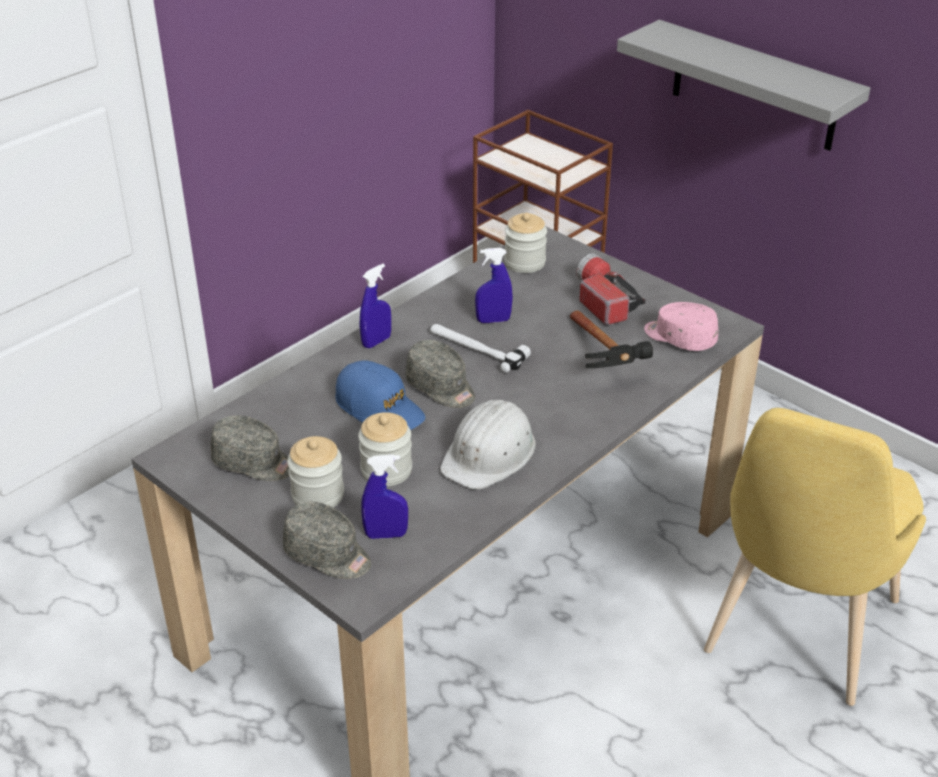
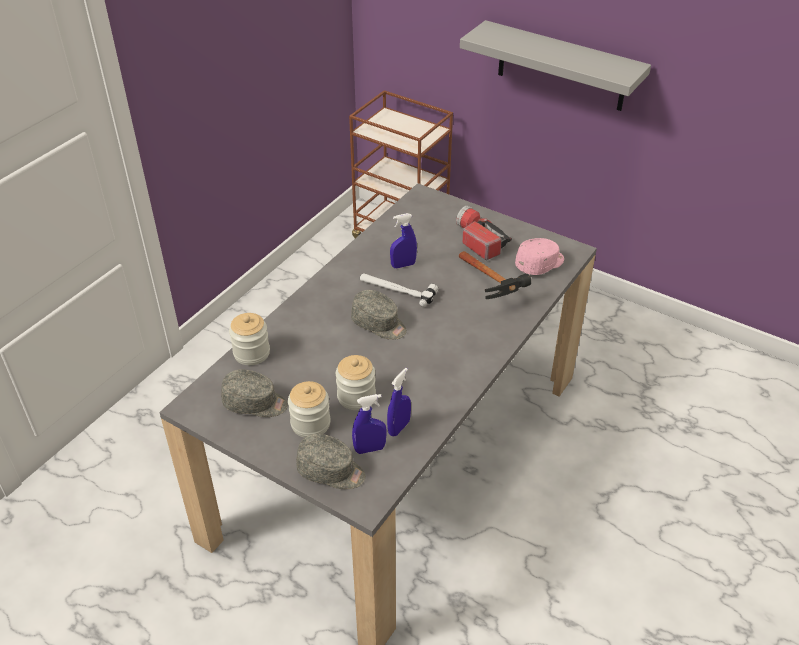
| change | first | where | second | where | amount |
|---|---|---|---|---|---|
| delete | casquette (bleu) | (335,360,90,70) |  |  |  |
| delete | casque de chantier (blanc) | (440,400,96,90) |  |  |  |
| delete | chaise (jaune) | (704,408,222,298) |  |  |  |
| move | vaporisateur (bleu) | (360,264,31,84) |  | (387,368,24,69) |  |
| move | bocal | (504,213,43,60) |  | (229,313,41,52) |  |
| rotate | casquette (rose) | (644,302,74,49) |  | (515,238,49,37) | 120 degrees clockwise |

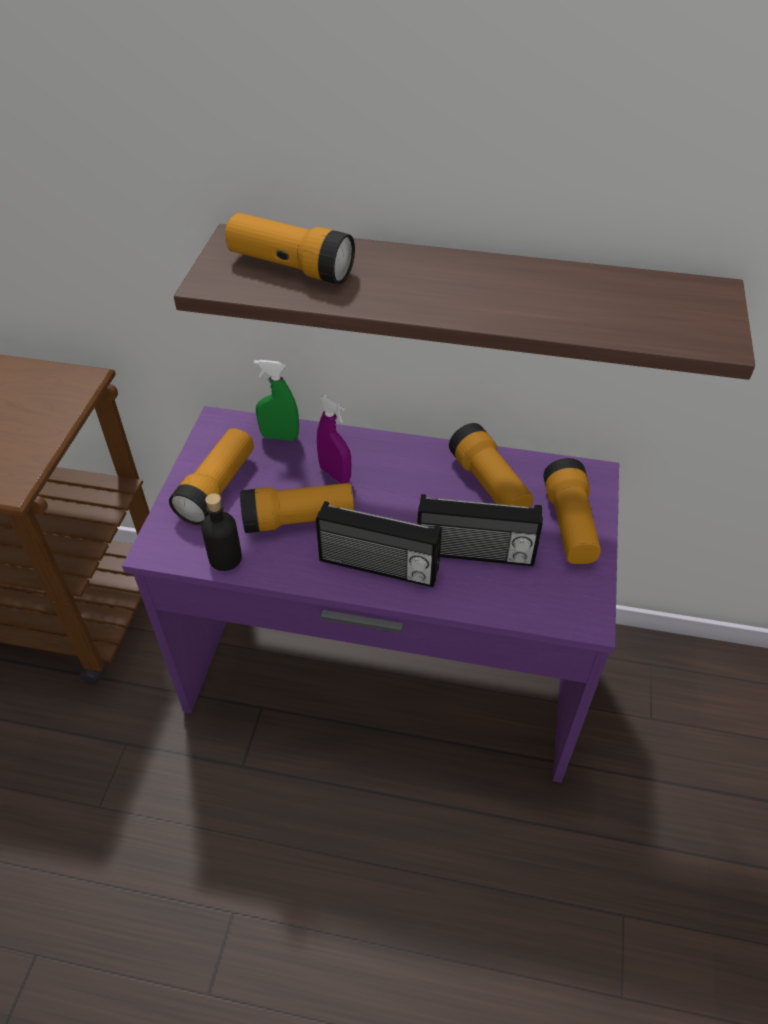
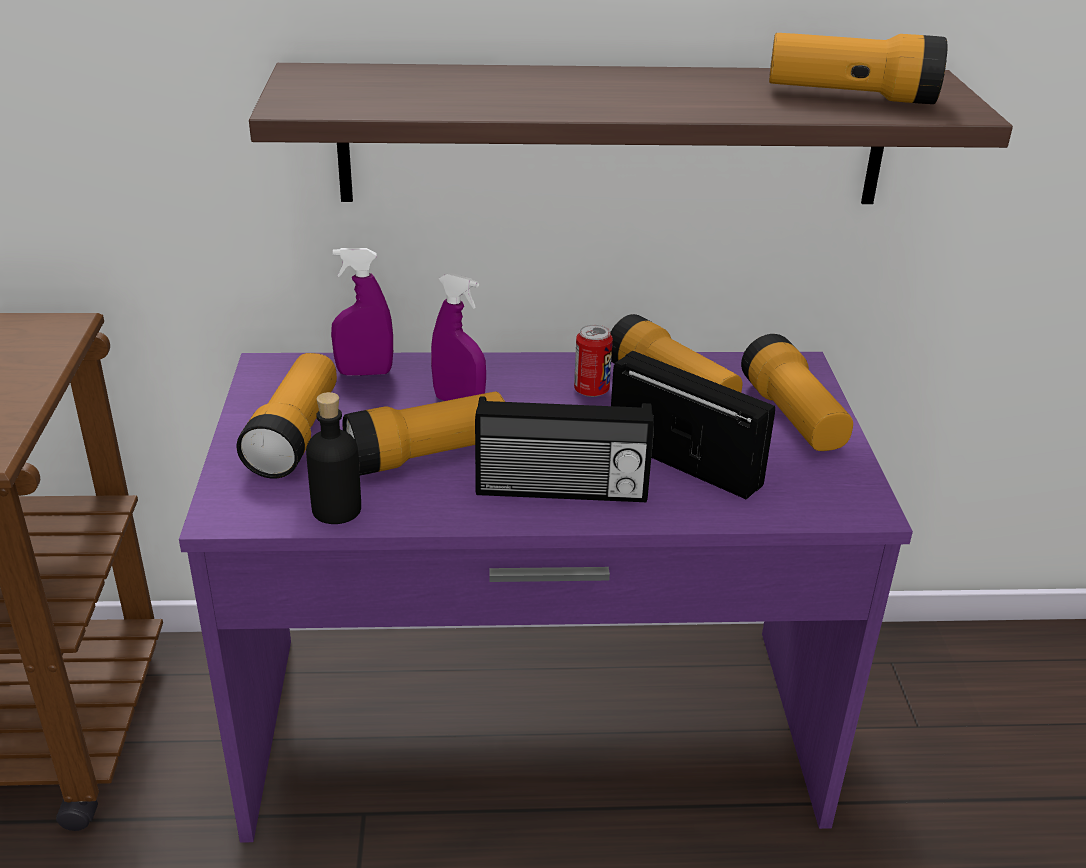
| change | first | where | second | where | amount |
|---|---|---|---|---|---|
| insert |  |  | boîte métallique | (574,325,39,72) |  |
| move | lampe de poche | (225,213,130,71) |  | (769,33,178,71) |  |
| recolor | vaporisateur (vert) | (254,360,45,81) | vaporisateur (violet) | (331,248,62,128) |  |
| rotate | radio | (417,494,126,72) |  | (611,350,164,150) | 135 degrees counterclockwise |

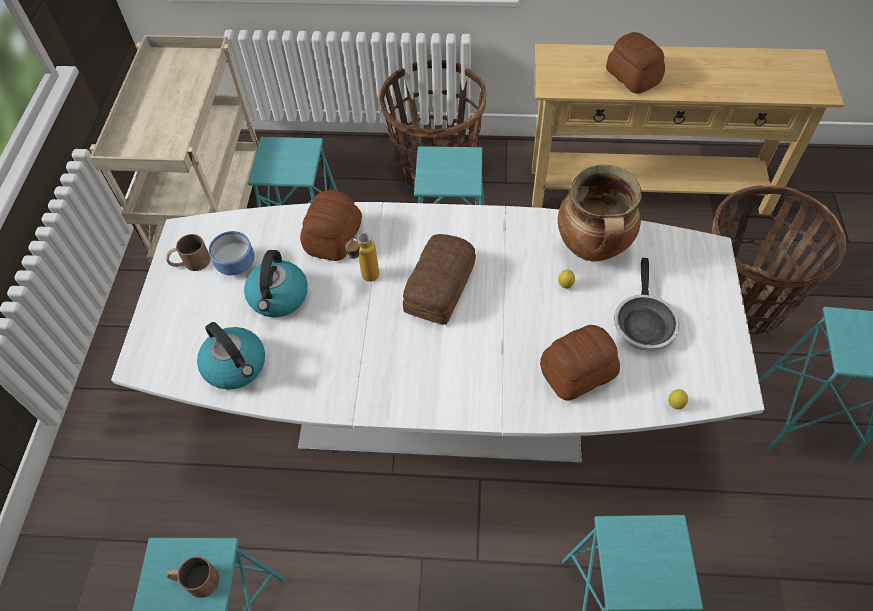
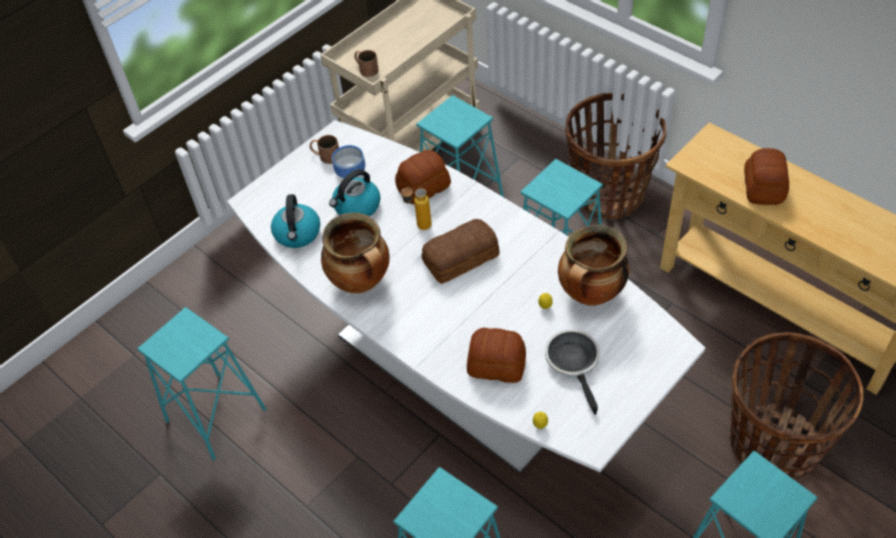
| change | first | where | second | where | amount |
|---|---|---|---|---|---|
| insert |  |  | marmite | (321,213,69,80) |  |
| move | mug (marron) | (166,556,53,42) |  | (354,50,25,27) |  |
| rotate | poêle | (614,258,66,92) |  | (545,329,55,86) | 120 degrees clockwise |

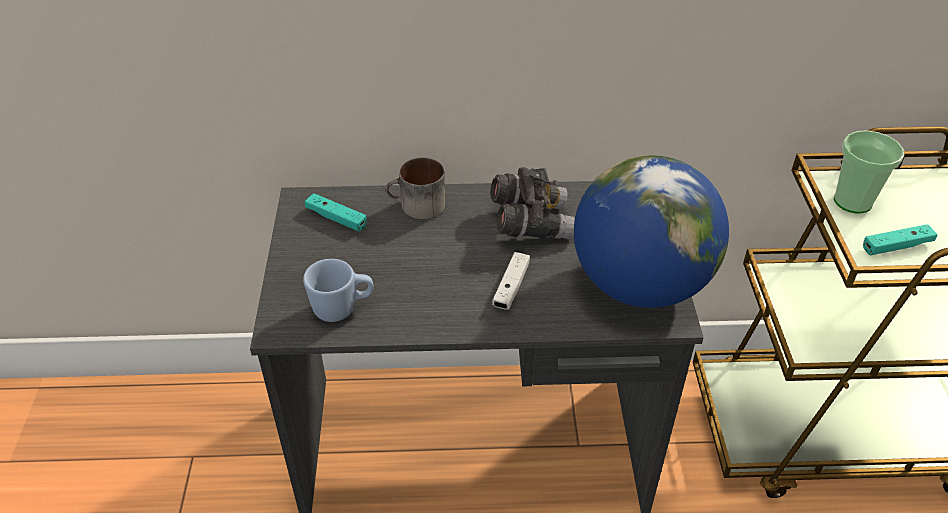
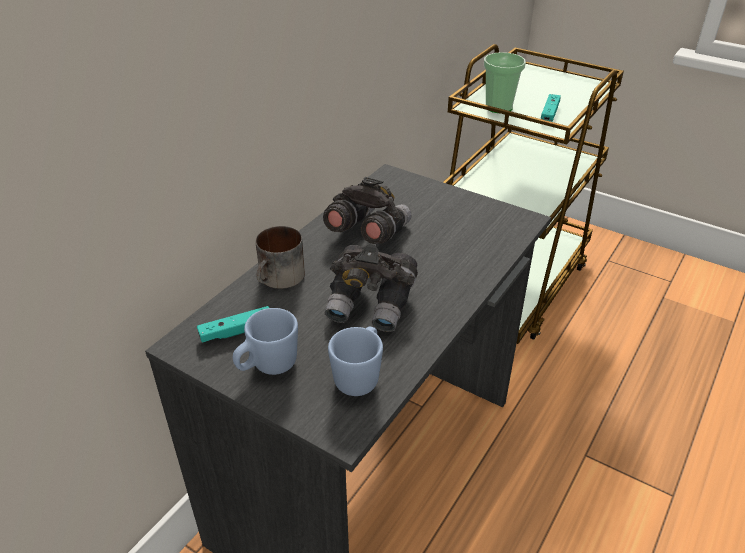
| change | first | where | second | where | amount |
|---|---|---|---|---|---|
| delete | manette (blanc) | (492,252,38,58) |  |  |  |
| delete | globe | (574,155,155,153) |  |  |  |
| insert |  |  | mug (bleu) | (233,308,65,67) |  |
| insert |  |  | jumelles (gris) | (325,244,93,88) |  |

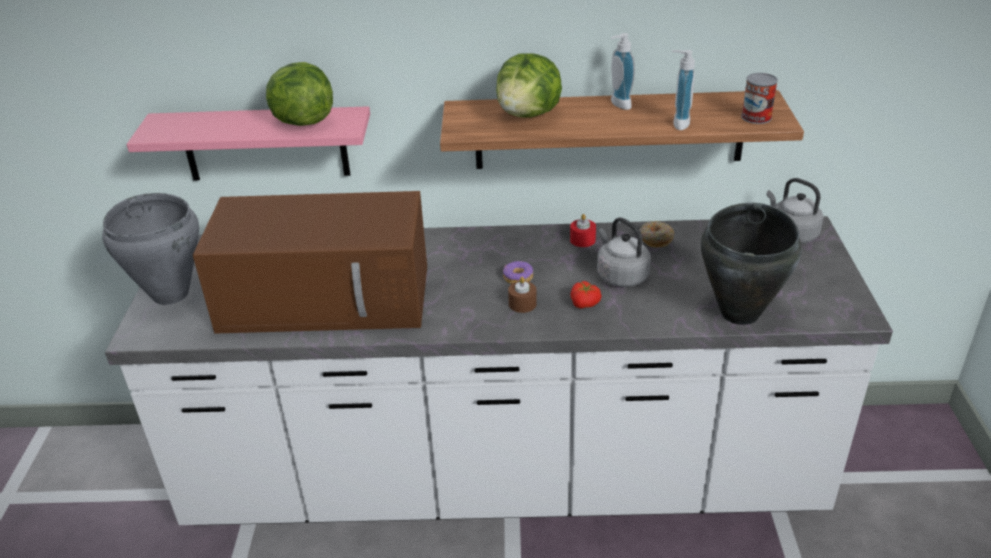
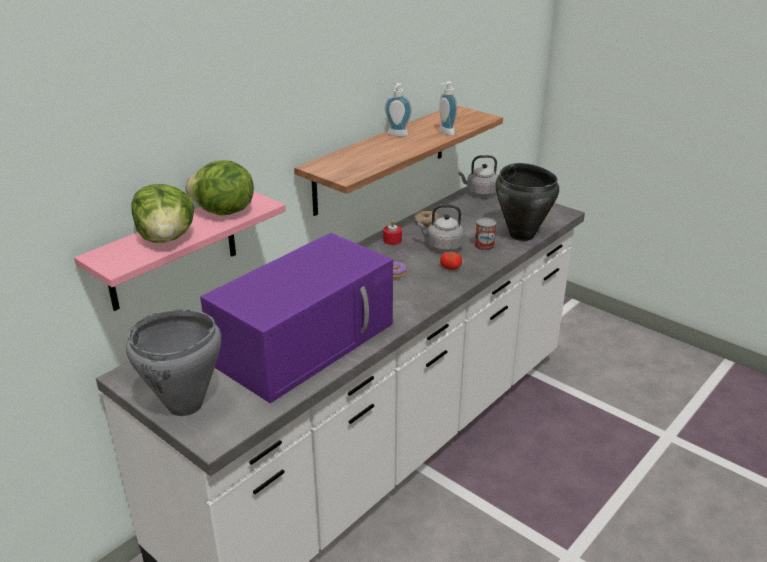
| change | first | where | second | where | amount |
|---|---|---|---|---|---|
| delete | bougie (marron) | (508,277,29,36) |  |  |  |
| move | laitue | (496,53,66,65) |  | (131,184,63,59) |  |
| move | boîte métallique | (741,73,37,51) |  | (475,217,21,34) |  |
| recolor | micro-ondes (marron) | (193,191,234,143) | micro-ondes (violet) | (200,233,193,170) |  |

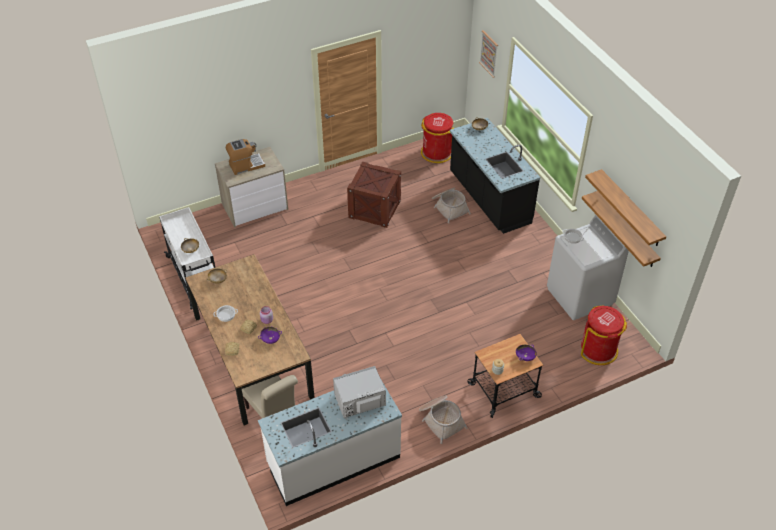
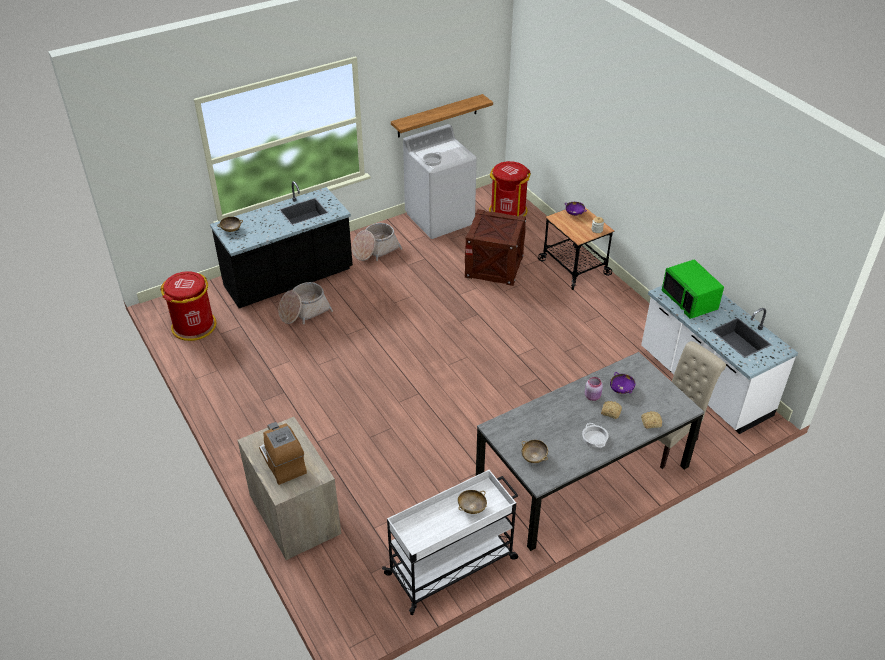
| change | first | where | second | where | amount |
|---|---|---|---|---|---|
| delete | tableau | (479,30,19,48) |  |  |  |
| delete | étagère | (585,169,81,77) |  |  |  |
| move | caisse | (347,162,54,66) |  | (465,209,61,77) |  |
| move | panier | (419,396,48,48) |  | (352,223,50,38) |  |
| recolor | table à manger (marron) | (185,254,130,172) | table à manger (gris) | (476,352,228,199) |  |
| recolor | micro-ondes (gris) | (333,366,53,52) | micro-ondes (vert) | (661,259,63,60) |  |

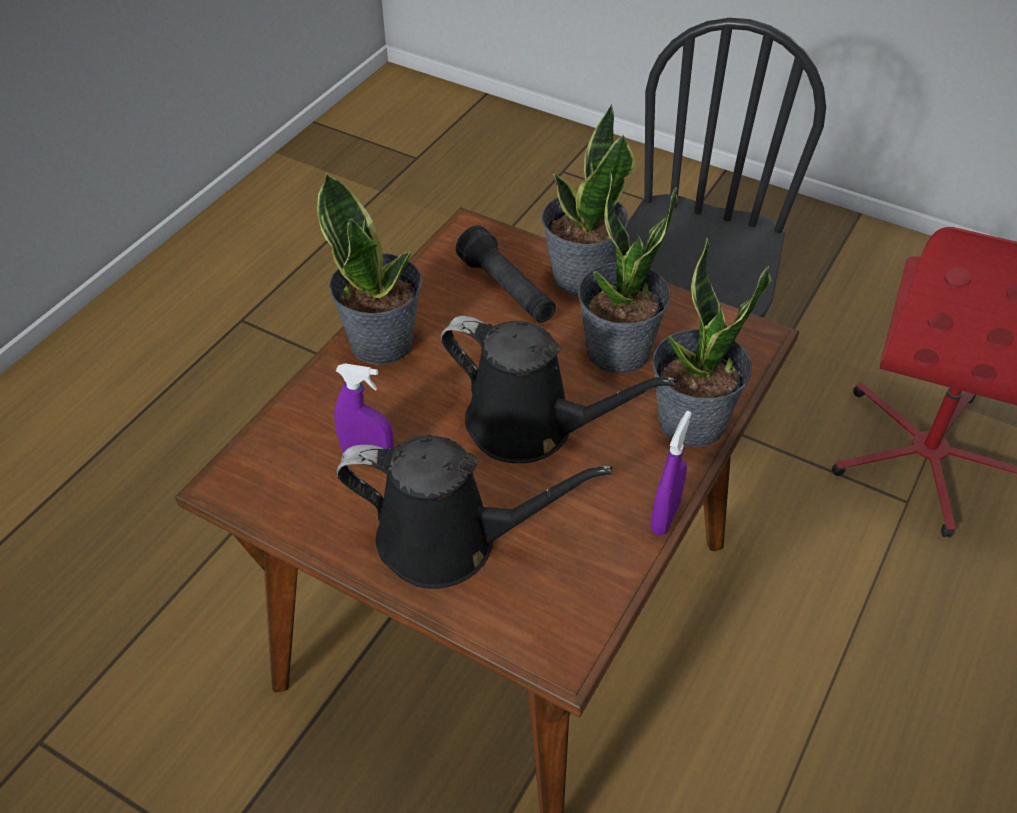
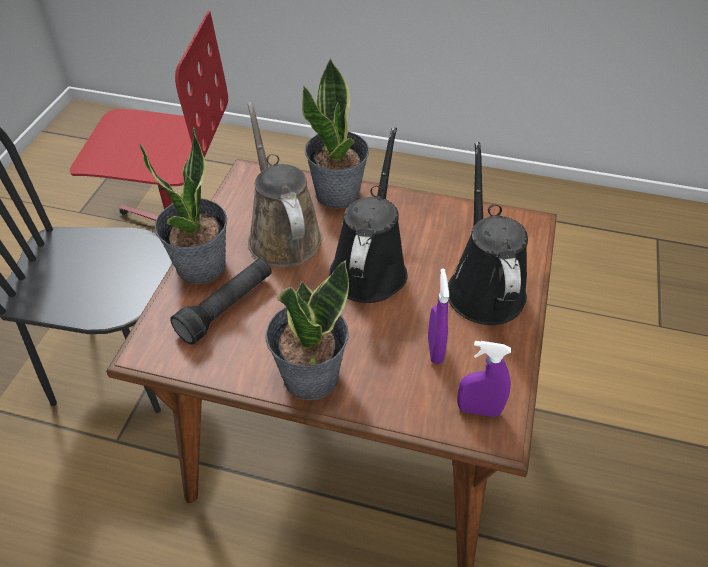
| change | first | where | second | where | amount |
|---|---|---|---|---|---|
| move | vaporisateur (violet) | (650,411,42,124) |  | (457,341,54,76) |  |
| replace | plante en pot | (578,173,100,201) | arrosoir (marron) | (247,102,75,165) |  |

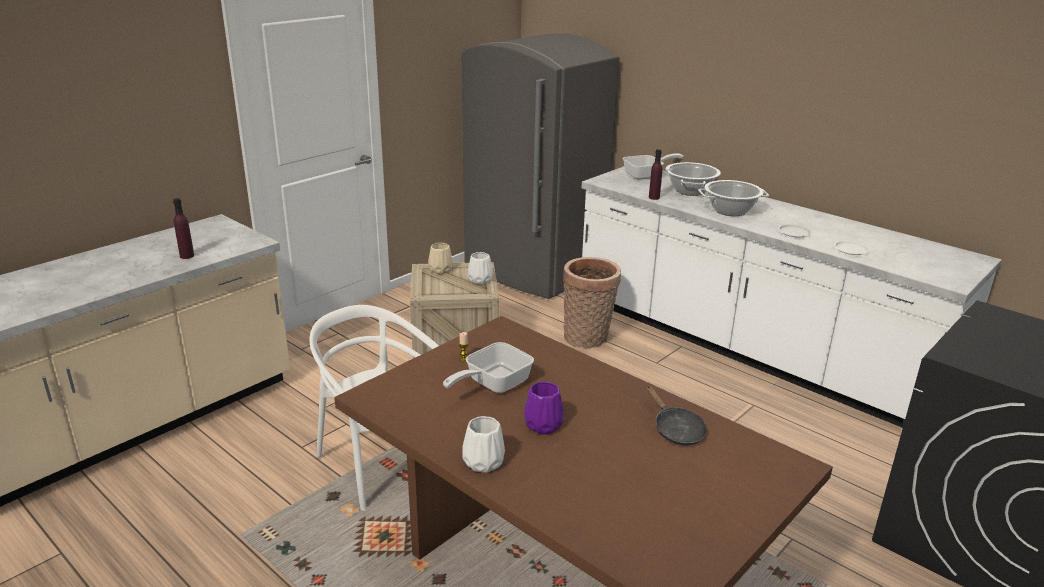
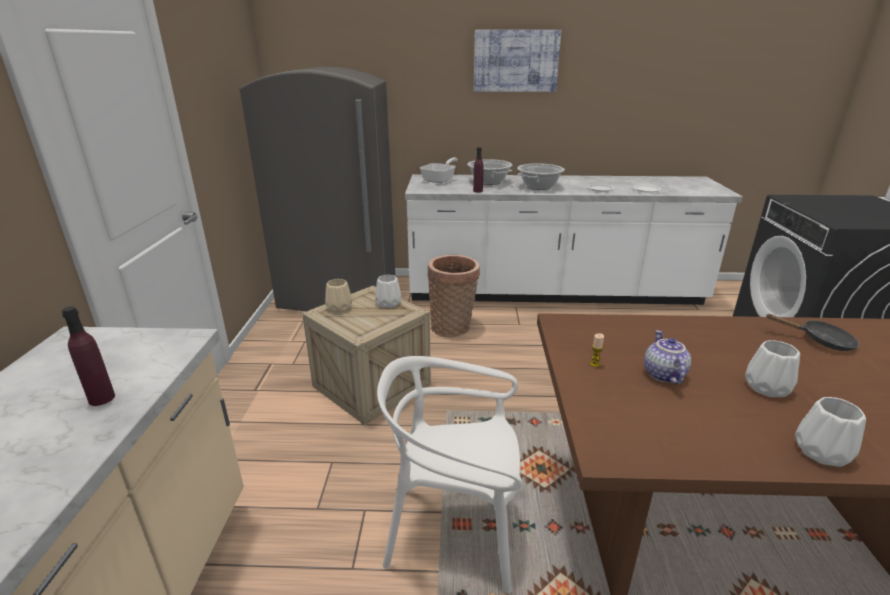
| change | first | where | second | where | amount |
|---|---|---|---|---|---|
| insert |  |  | tableau | (474,30,87,62) |  |
| replace | poêle | (443,342,91,51) | théière | (644,330,47,54) |  |
| recolor | vase (violet) | (524,382,40,53) | vase (blanc) | (745,340,55,57) |  |

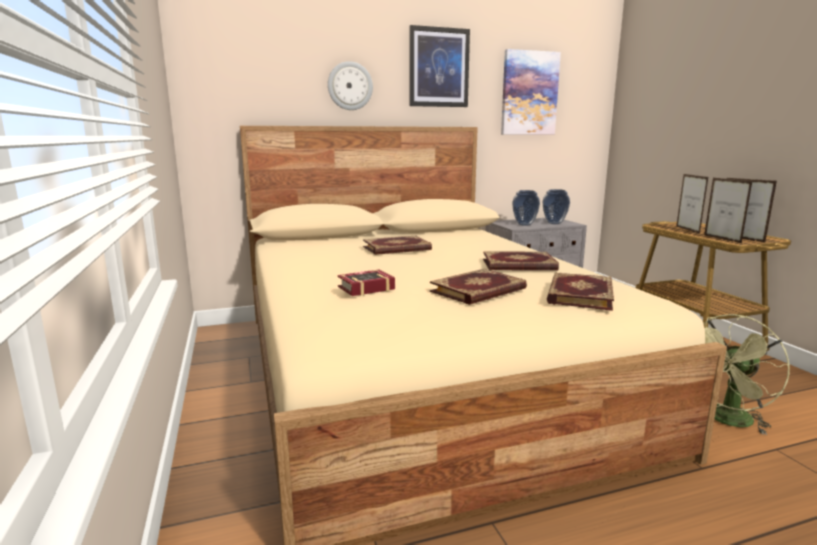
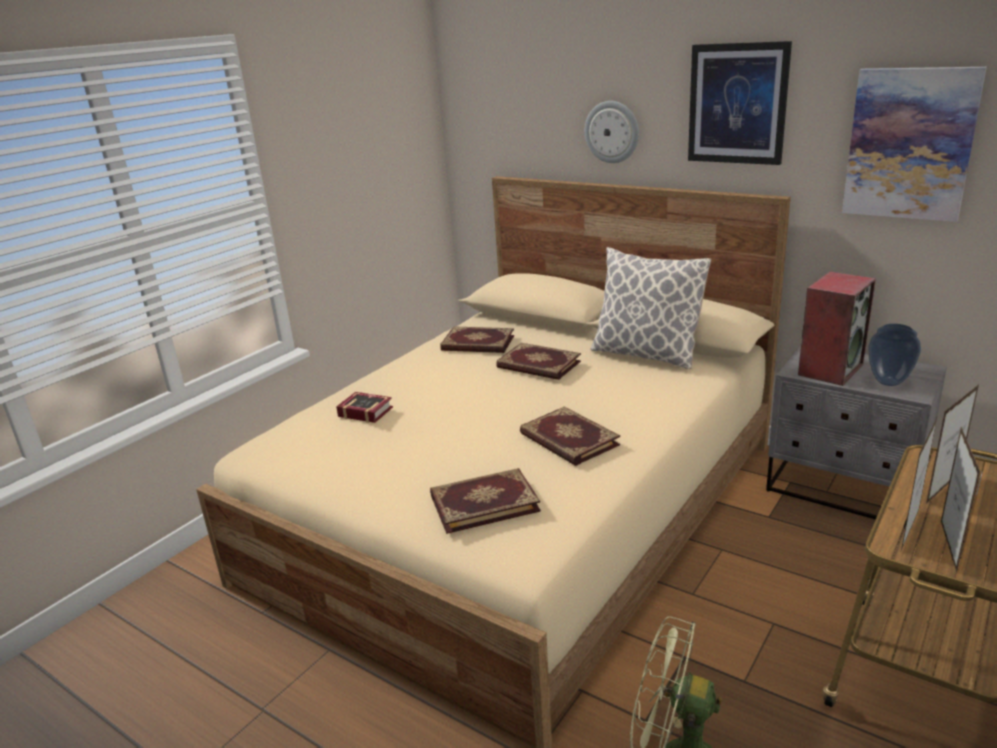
| change | first | where | second | where | amount |
|---|---|---|---|---|---|
| insert |  |  | coussin | (591,247,120,122) |  |
| move | livre | (430,269,97,36) |  | (441,326,73,27) |  |
| replace | vase | (512,190,28,36) | enceinte | (798,272,78,114) |  |

